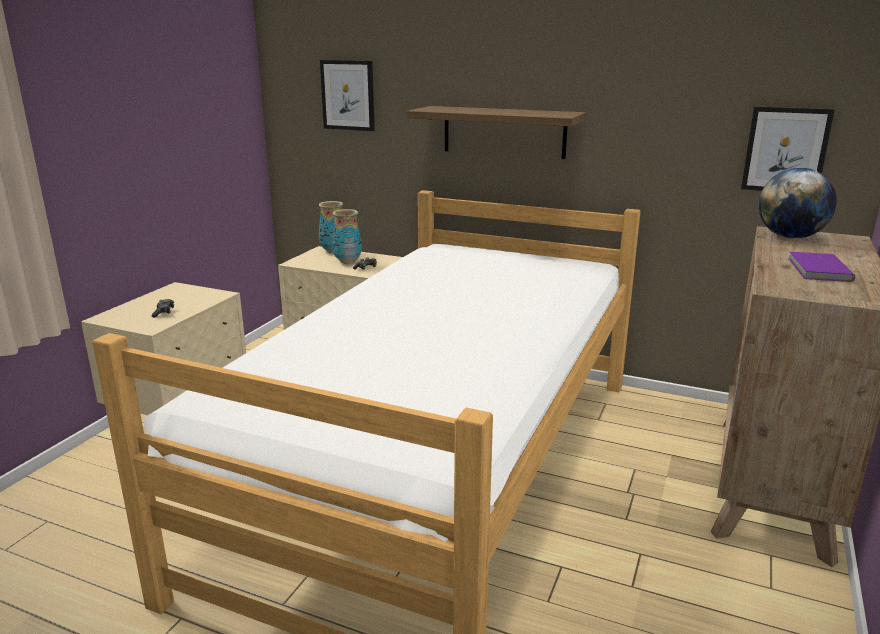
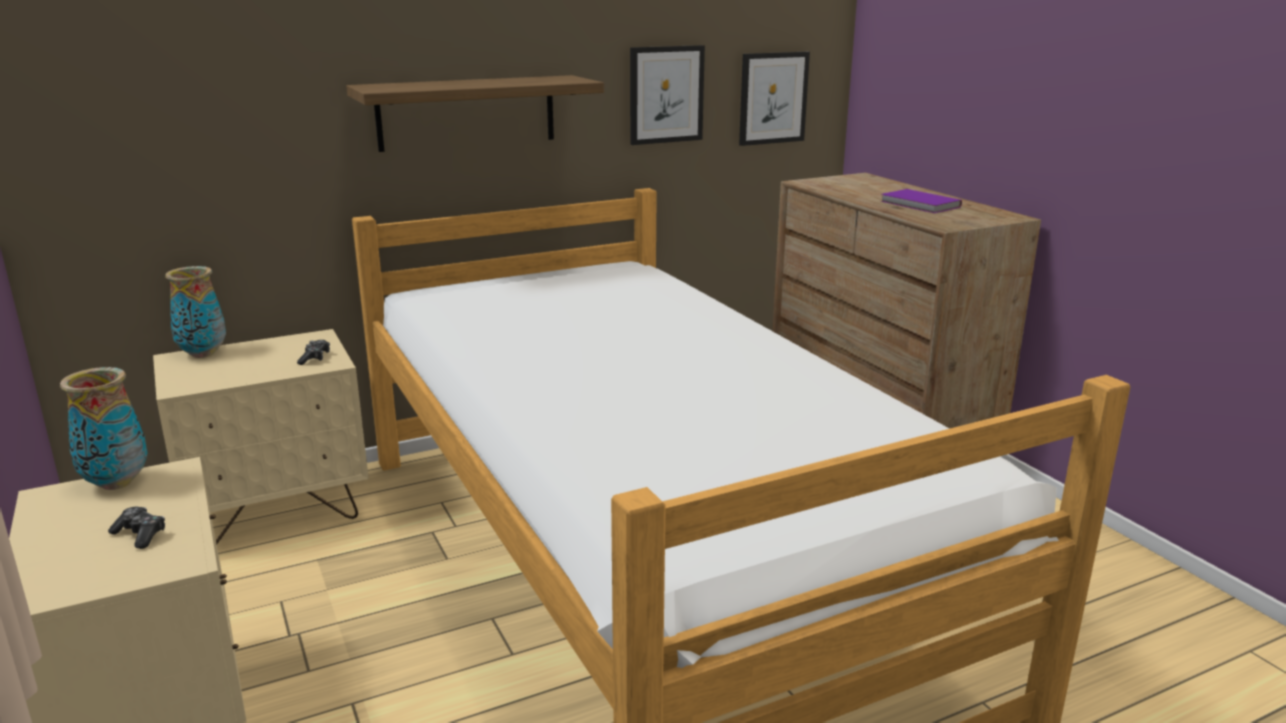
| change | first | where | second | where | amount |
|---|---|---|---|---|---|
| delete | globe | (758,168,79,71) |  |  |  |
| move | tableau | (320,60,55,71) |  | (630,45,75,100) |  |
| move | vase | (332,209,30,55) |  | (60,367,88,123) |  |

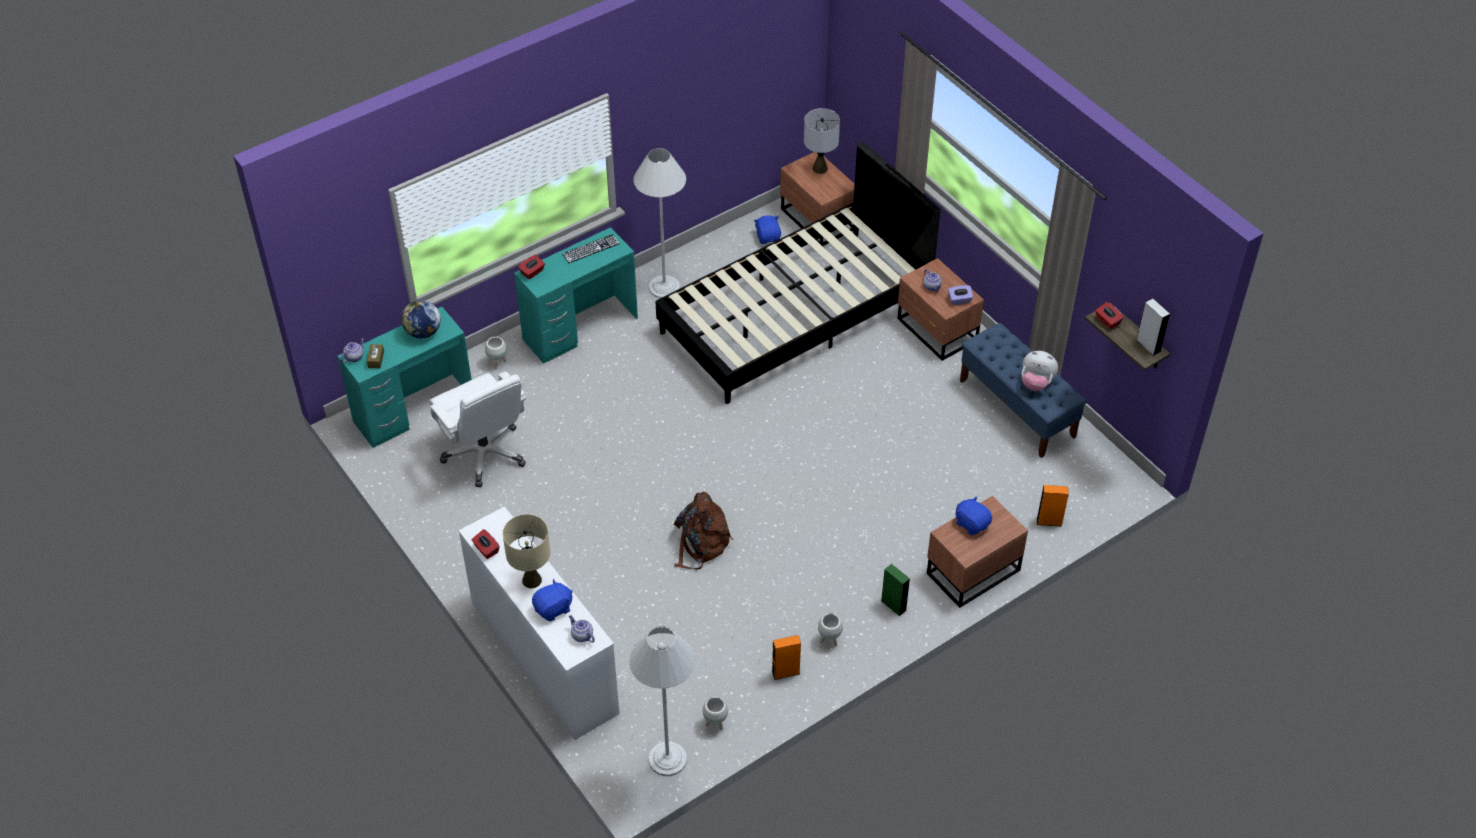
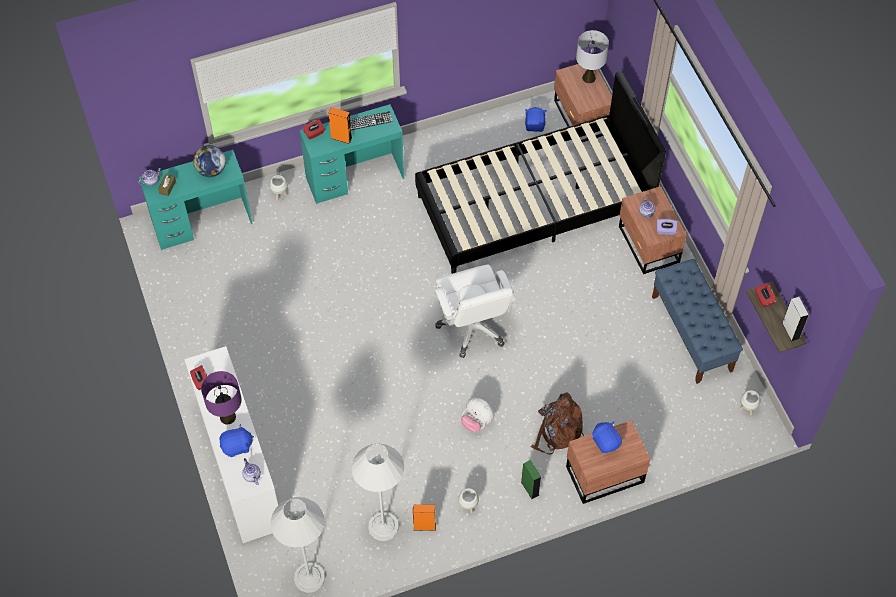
| change | first | where | second | where | amount |
|---|---|---|---|---|---|
| move | chaise de bureau (blanc) | (429,372,98,115) |  | (435,264,81,94) |  |
| move | lampadaire (blanc) | (633,148,53,150) |  | (351,444,53,97) |  |
| move | sac à dos (marron) | (674,492,59,77) |  | (531,392,53,63) |  |
| move | cache-pot (blanc) | (703,697,25,33) |  | (739,390,21,26) |  |
| move | peluche | (1022,351,36,40) |  | (461,398,33,34) |  |
| move | enceinte (orange) | (1037,485,32,42) |  | (328,107,24,37) |  |
| recolor | lampe de table (beige) | (503,514,47,74) | lampe de table (violet) | (201,371,41,53) |  |

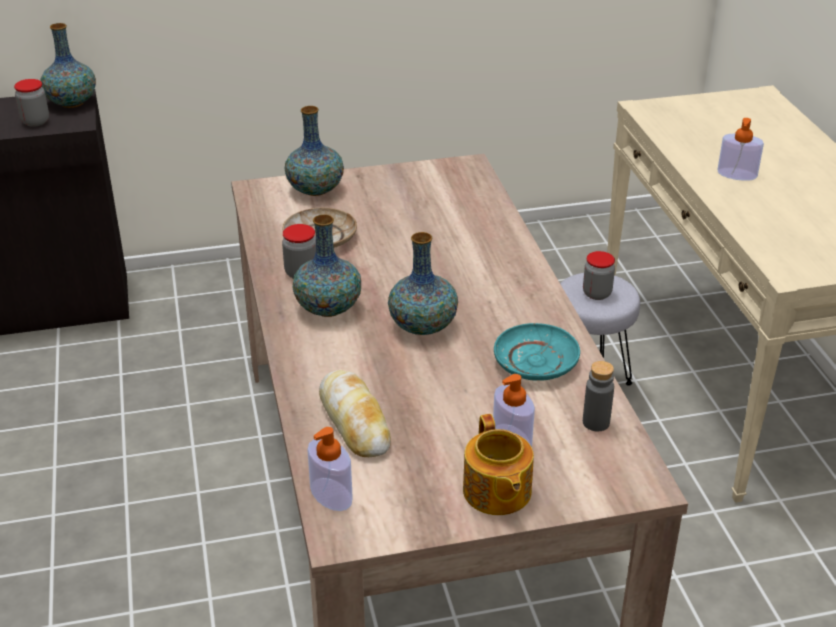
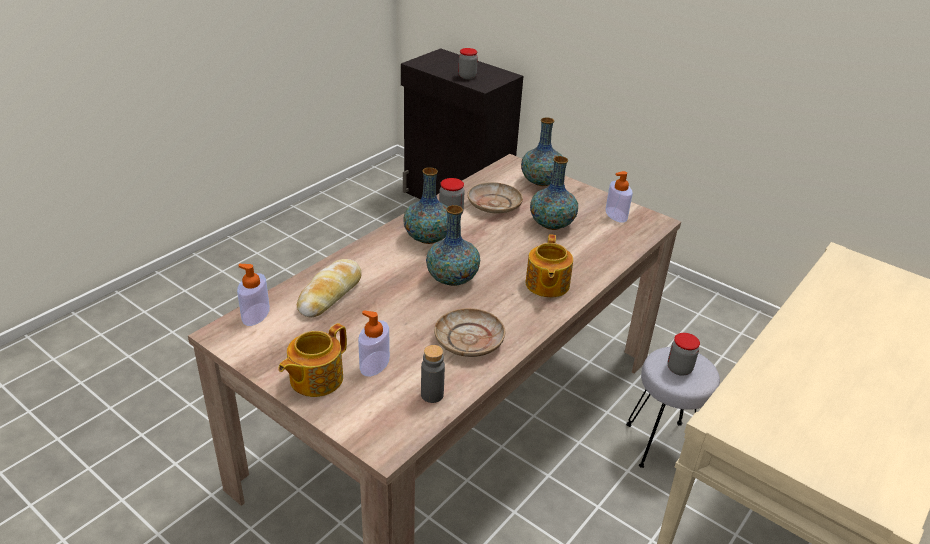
| change | first | where | second | where | amount |
|---|---|---|---|---|---|
| insert |  |  | théière | (526,234,47,63) |  |
| move | vase | (40,23,56,85) |  | (530,156,48,74) |  |
| move | distributeur de savon | (717,118,47,63) |  | (605,171,28,52) |  |
| recolor | assiette (turquoise) | (494,323,86,58) | assiette (beige) | (434,308,72,49) |  |

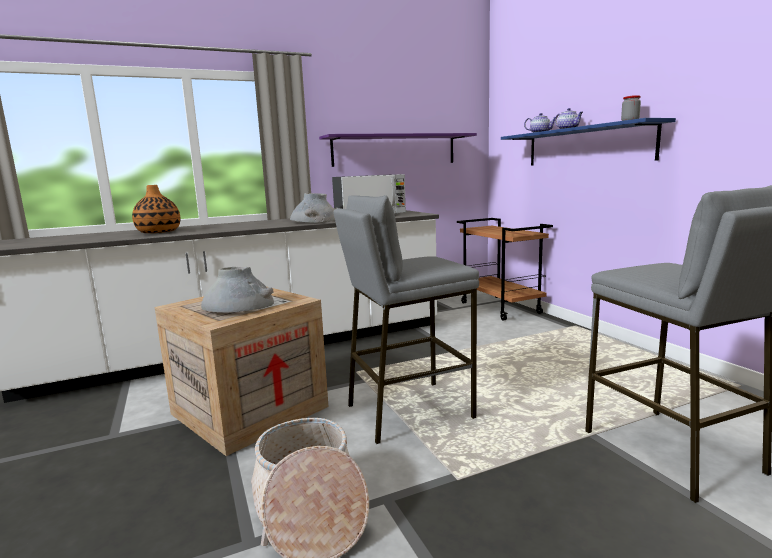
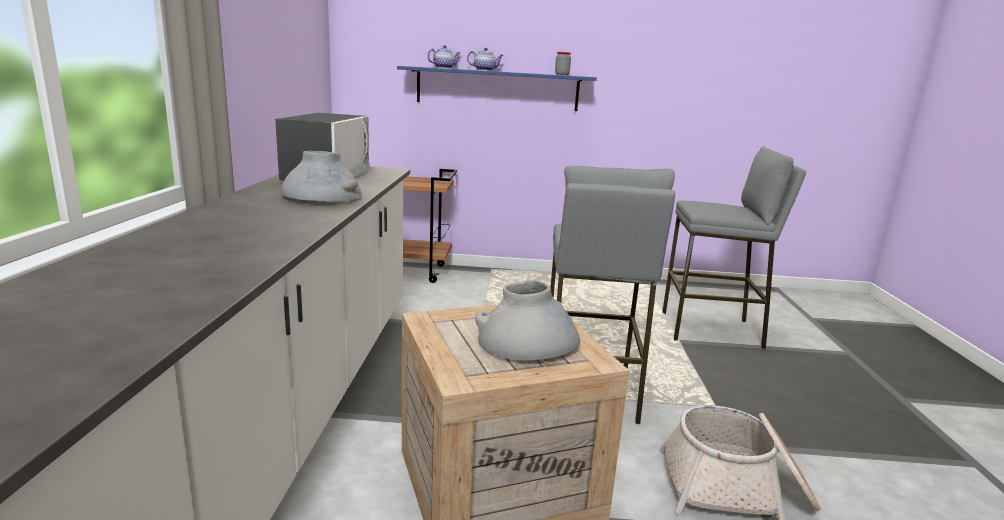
| change | first | where | second | where | amount |
|---|---|---|---|---|---|
| delete | vase | (132,185,49,48) |  |  |  |
| delete | étagère (violet) | (319,133,158,34) |  |  |  |

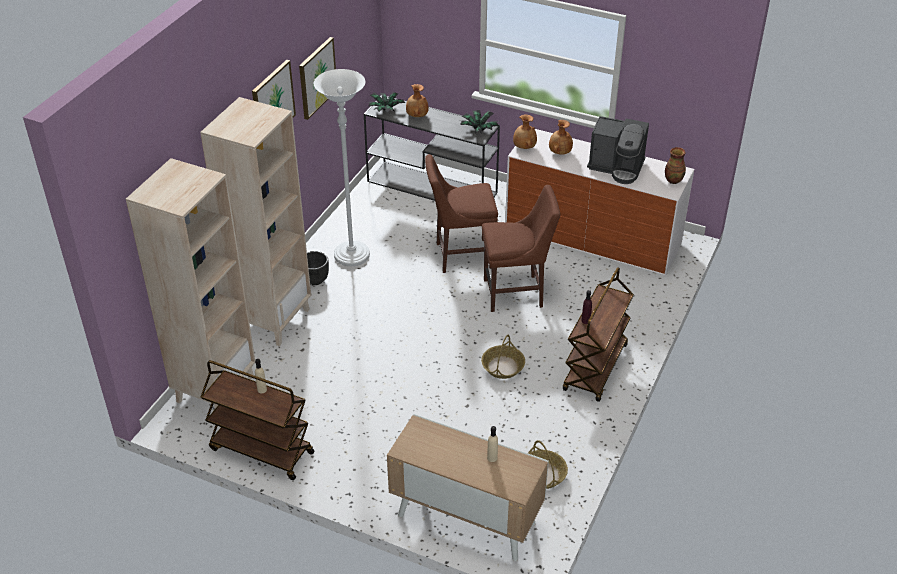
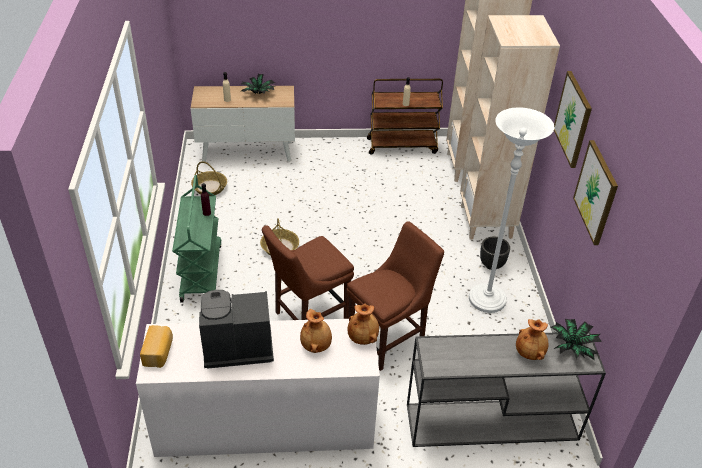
| change | first | where | second | where | amount |
|---|---|---|---|---|---|
| move | plante en pot | (460,110,39,24) |  | (240,74,36,20) |  |
| replace | vase | (665,147,21,37) | pain | (140,325,33,43) |  |
| recolor | chariot (marron) | (563,267,71,135) | chariot (vert) | (172,175,50,128) |  |

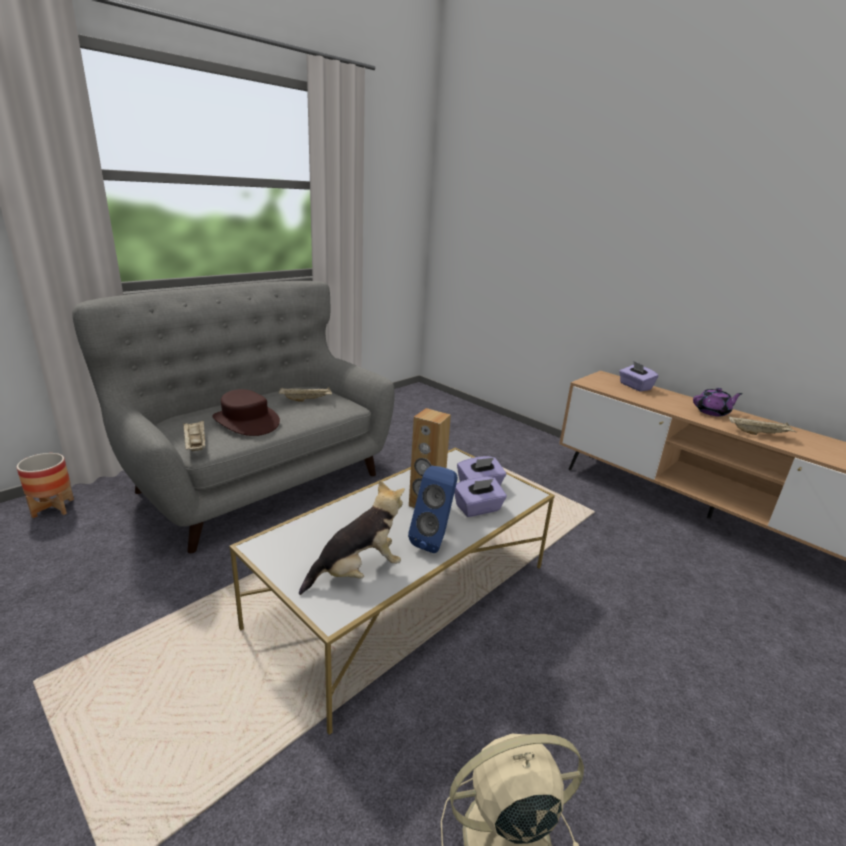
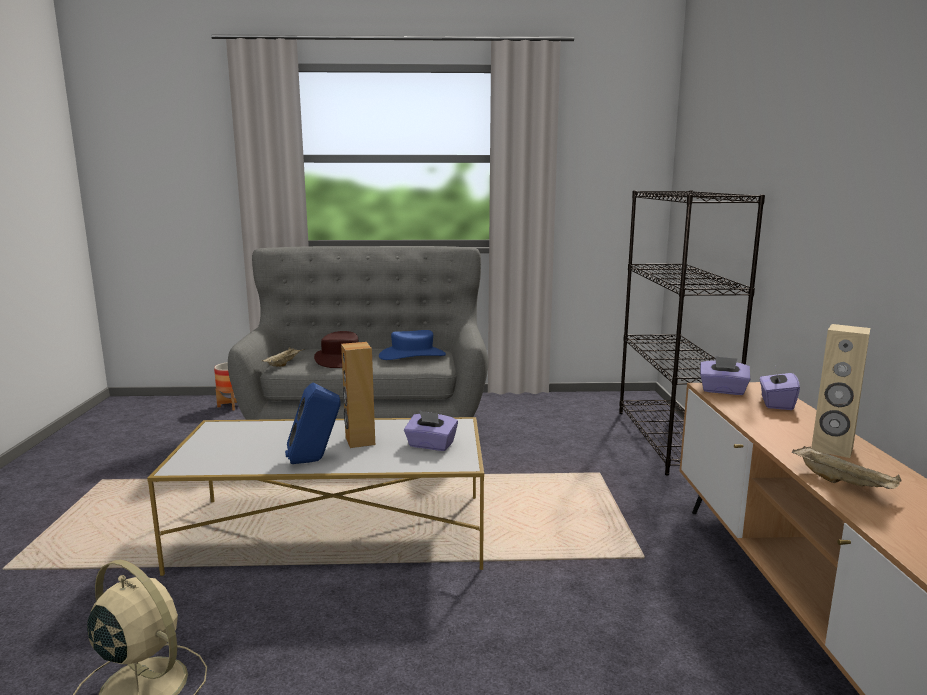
| change | first | where | second | where | amount |
|---|---|---|---|---|---|
| delete | peluche | (299,480,106,115) |  |  |  |
| insert |  |  | bibliothèque (noir) | (619,190,146,285) |  |
| move | boîte à mouchoirs (violet) | (454,477,53,40) |  | (700,356,50,39) |  |
| replace | plateau (beige) | (279,387,53,15) | chapeau (bleu) | (379,330,67,30) |  |
| replace | théière (violet) | (693,388,50,28) | enceinte (beige) | (811,324,59,134) |  |

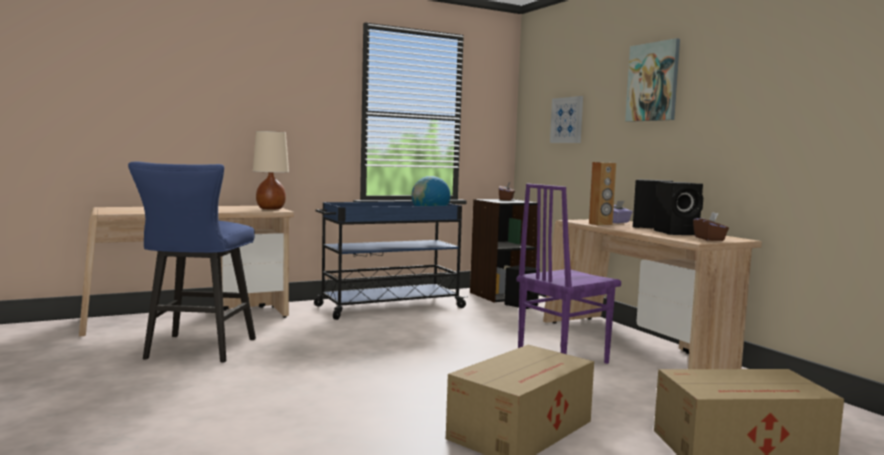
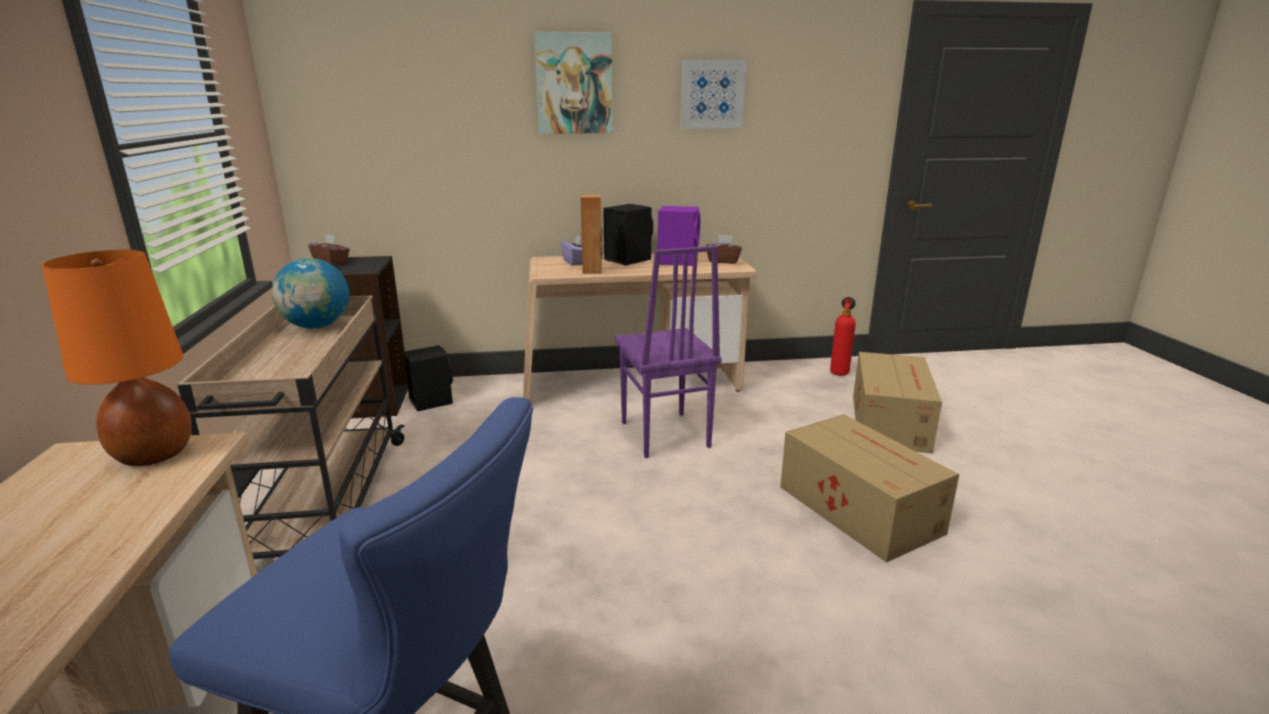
| change | first | where | second | where | amount |
|---|---|---|---|---|---|
| insert |  |  | extincteur | (830,297,26,79) |  |
| move | tableau | (550,96,33,47) |  | (681,60,65,68) |  |
| recolor | lampe de table (beige) | (253,131,36,78) | lampe de table (orange) | (42,250,150,216) |  |
| recolor | chariot (bleu) | (314,202,154,118) | chariot (beige) | (177,295,228,264) |  |
| recolor | enceinte (noir) | (654,182,49,53) | enceinte (violet) | (658,206,42,60) |  |

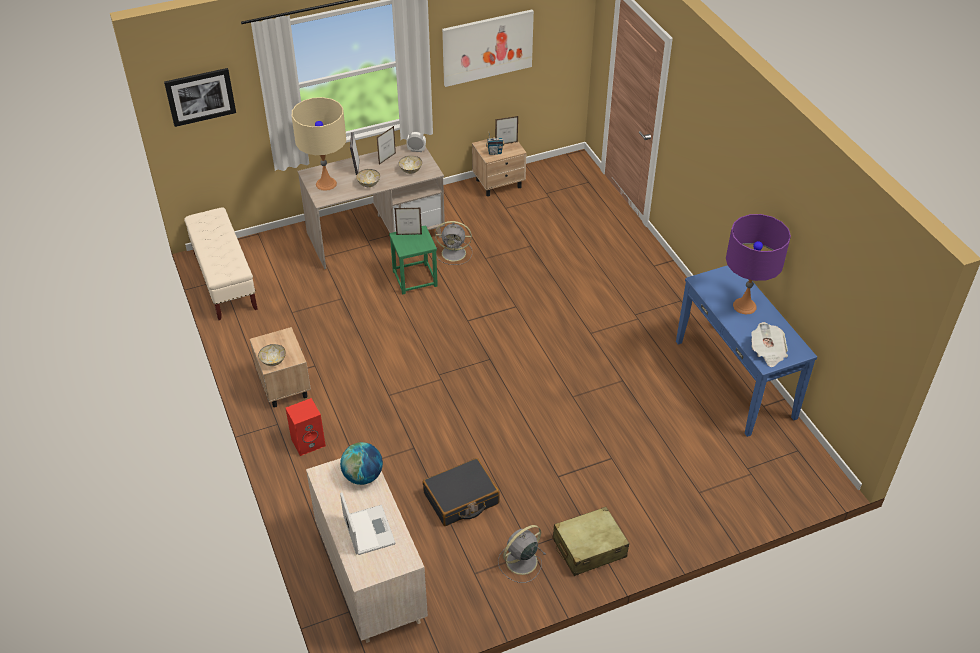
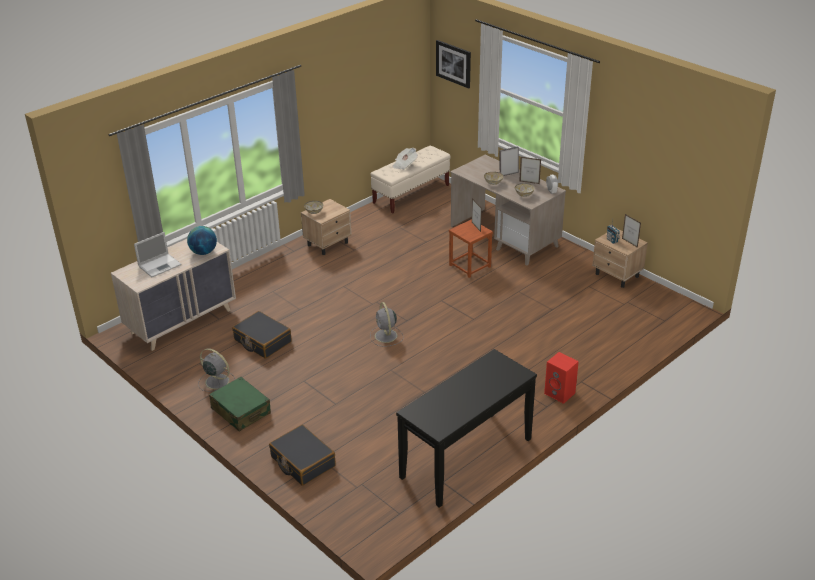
| change | first | where | second | where | amount |
|---|---|---|---|---|---|
| delete | lampe de table (beige) | (292,97,54,94) |  |  |  |
| delete | tableau | (442,9,92,78) |  |  |  |
| delete | lampe de table (violet) | (726,214,65,100) |  |  |  |
| insert |  |  | valise (noir) | (269,425,67,61) |  |
| move | enceinte (rouge) | (285,398,41,58) |  | (544,352,35,52) |  |
| move | ventilateur (gris) | (435,221,37,44) |  | (370,302,34,45) |  |
| move | journal | (751,322,37,45) |  | (392,148,26,22) |  |
| recolor | tabouret (vert) | (389,225,49,69) | tabouret (marron) | (449,219,44,59) |  |
| recolor | valise (beige) | (553,507,76,69) | valise (vert) | (209,377,62,55) |  |
| recolor | table console (bleu) | (676,265,141,172) | table console (noir) | (396,349,141,159) |  |

